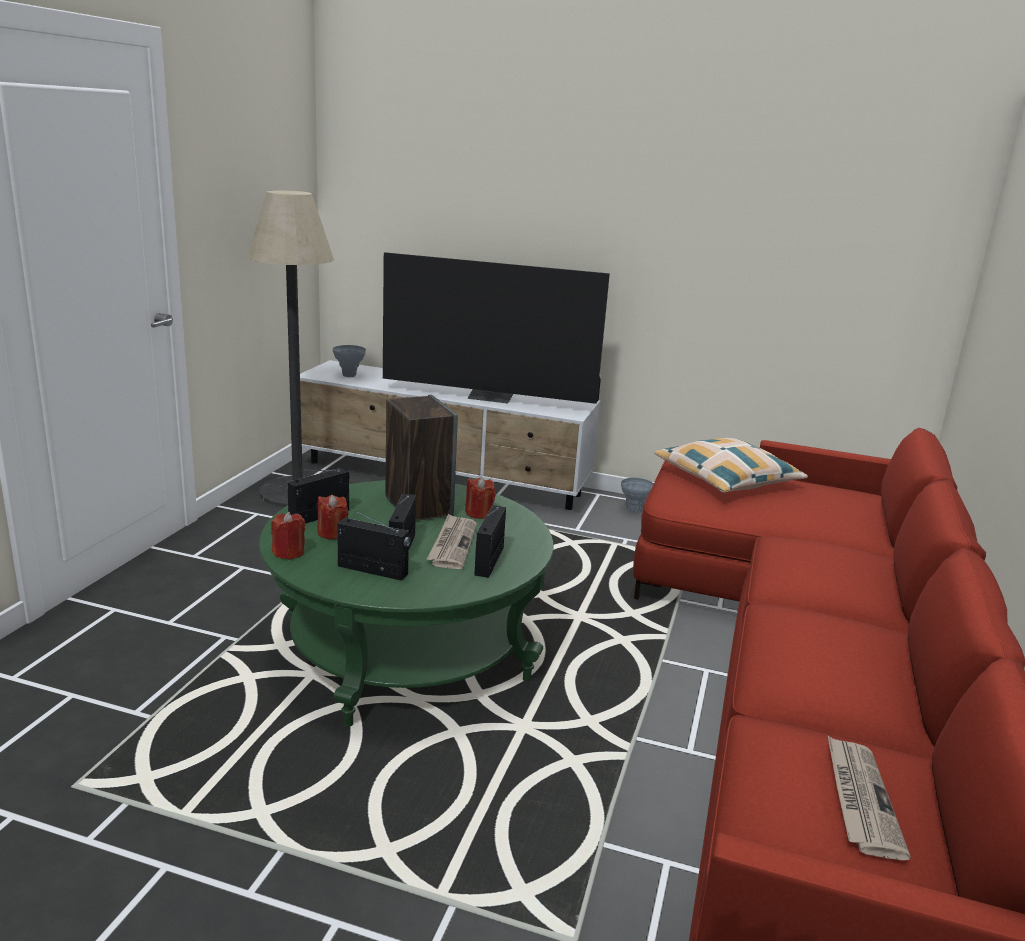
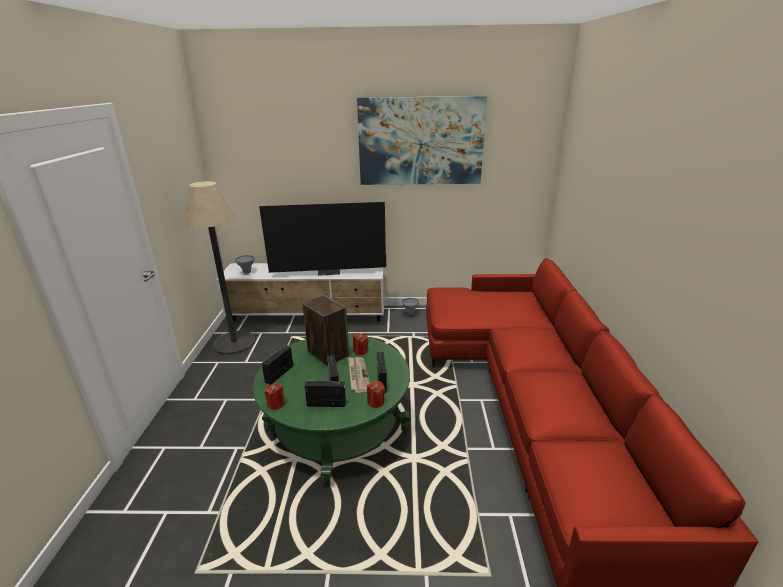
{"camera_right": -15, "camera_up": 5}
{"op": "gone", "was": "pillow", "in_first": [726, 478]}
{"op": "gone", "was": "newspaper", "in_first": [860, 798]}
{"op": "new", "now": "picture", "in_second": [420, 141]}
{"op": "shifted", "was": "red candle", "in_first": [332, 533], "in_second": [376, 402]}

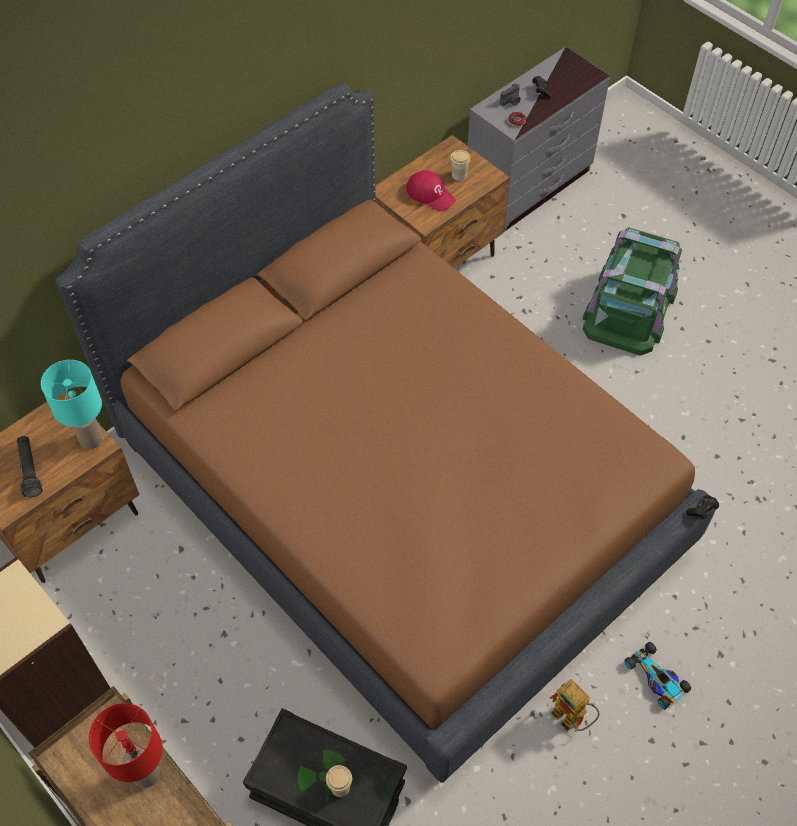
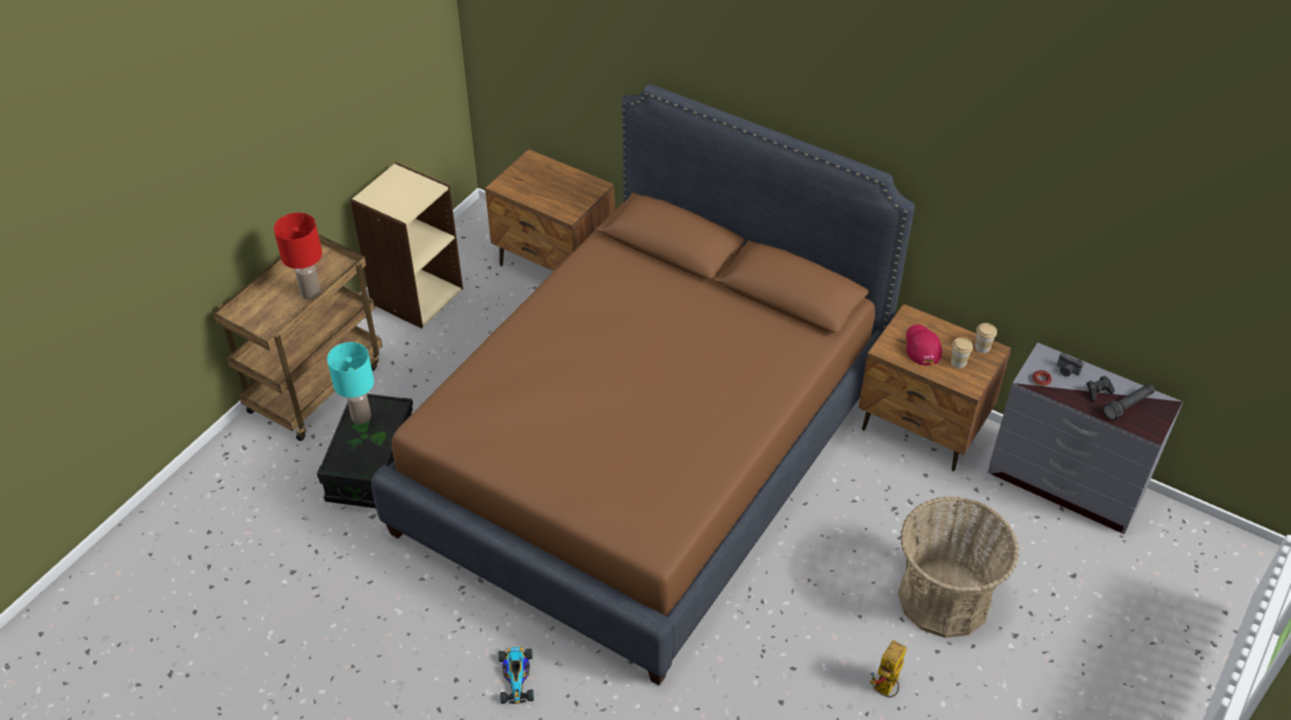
{"camera_right": 75, "camera_up": -10}
{"op": "gone", "was": "black game controller", "in_first": [701, 510]}
{"op": "shifted", "was": "black flashlight", "in_first": [30, 470], "in_second": [1128, 406]}
{"op": "shifted", "was": "turquoise table lamp", "in_first": [92, 438], "in_second": [361, 417]}
{"op": "shifted", "was": "cup", "in_first": [340, 787], "in_second": [982, 347]}
{"op": "shifted", "was": "toy robot", "in_first": [572, 719], "in_second": [885, 690]}
{"op": "swapped", "was": "green storage box", "now": "basket", "in_first": [629, 306], "in_second": [944, 598]}
{"op": "rotated", "was": "red cap", "in_first": [431, 194], "in_second": [921, 347], "clockwise": 150}
{"op": "rotated", "was": "toy car", "in_first": [657, 678], "in_second": [516, 677], "clockwise": 135}

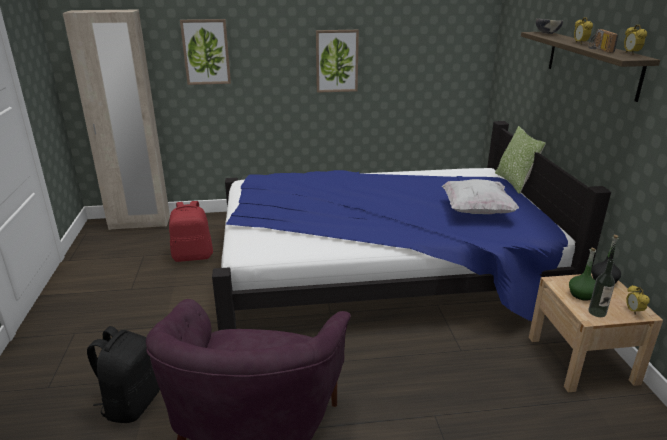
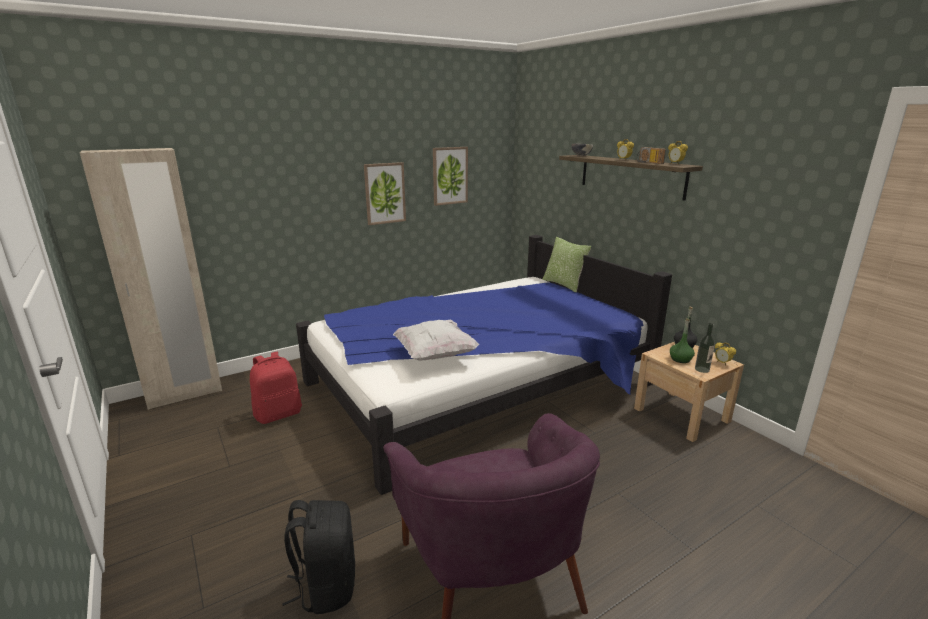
{"camera_right": -25, "camera_up": -5}
{"op": "shifted", "was": "picture", "in_first": [206, 52], "in_second": [450, 175]}
{"op": "shifted", "was": "white pillow", "in_first": [476, 211], "in_second": [435, 355]}

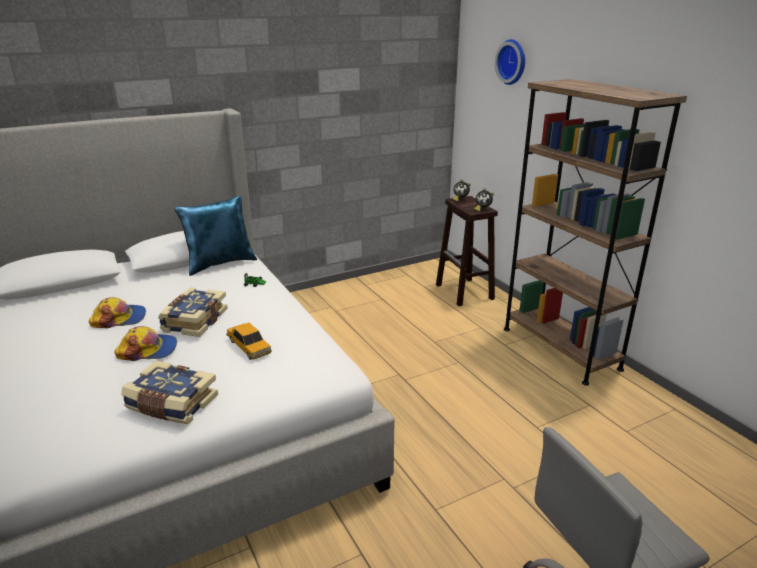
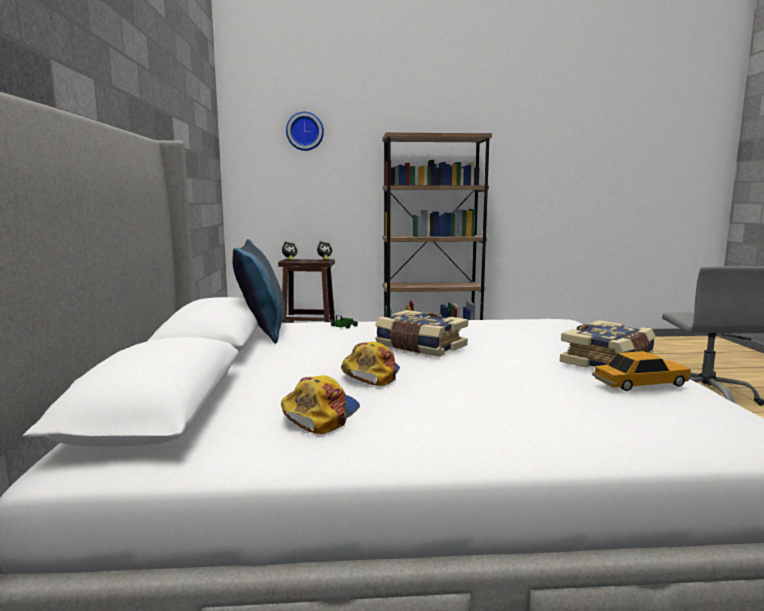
{"camera_right": -65, "camera_up": -15}
{"op": "shifted", "was": "cap", "in_first": [148, 350], "in_second": [320, 414]}
{"op": "shifted", "was": "toy car", "in_first": [249, 346], "in_second": [641, 383]}

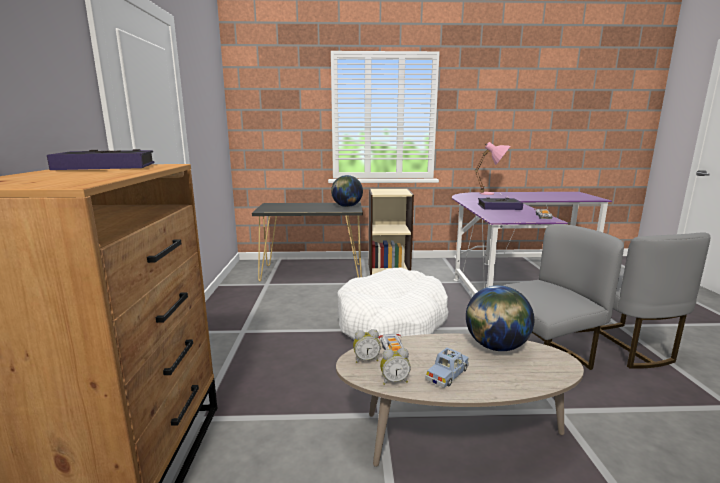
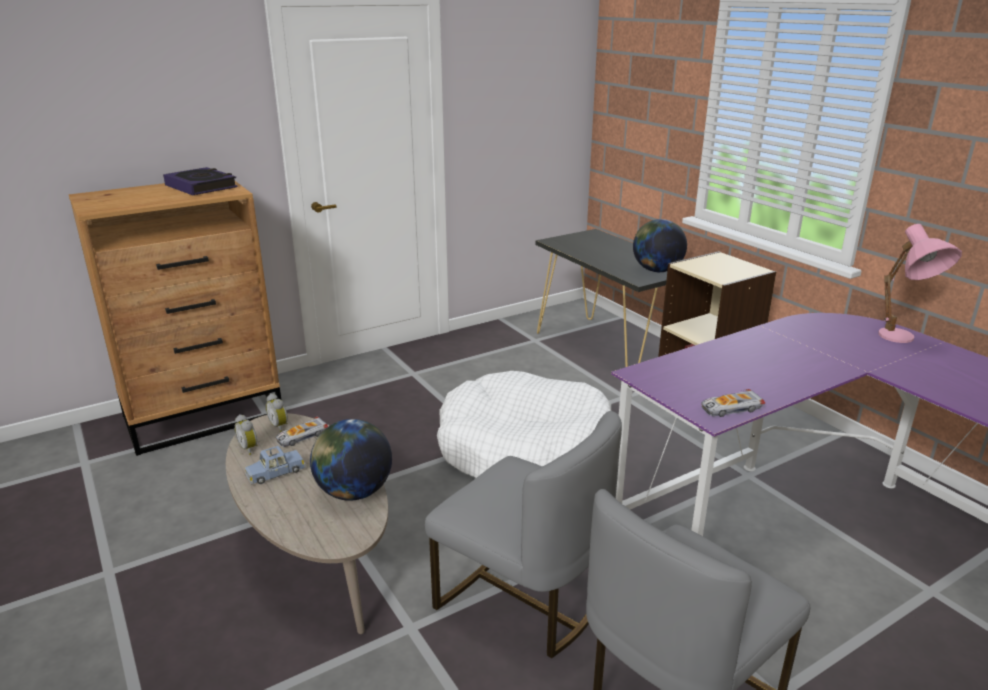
{"camera_right": 60, "camera_up": 10}
{"op": "gone", "was": "book", "in_first": [499, 207]}
{"op": "rotated", "was": "blue toy car", "in_first": [448, 374], "in_second": [276, 473], "clockwise": 135}

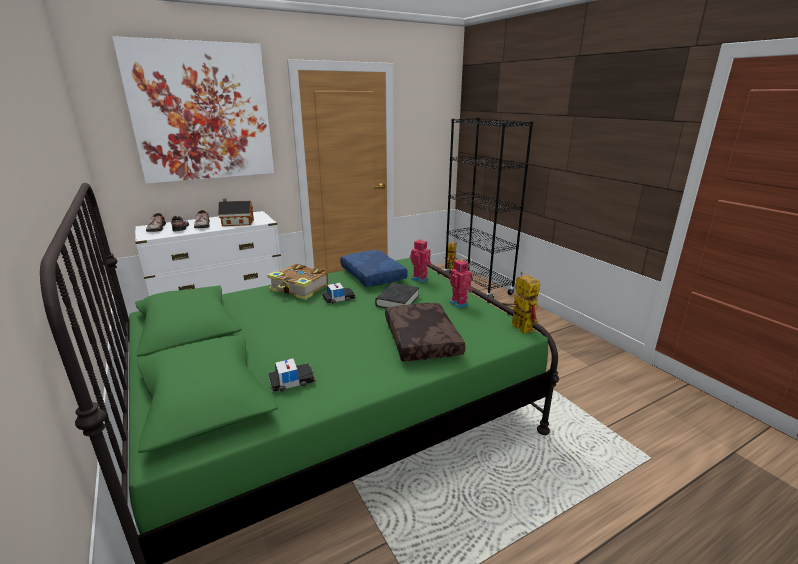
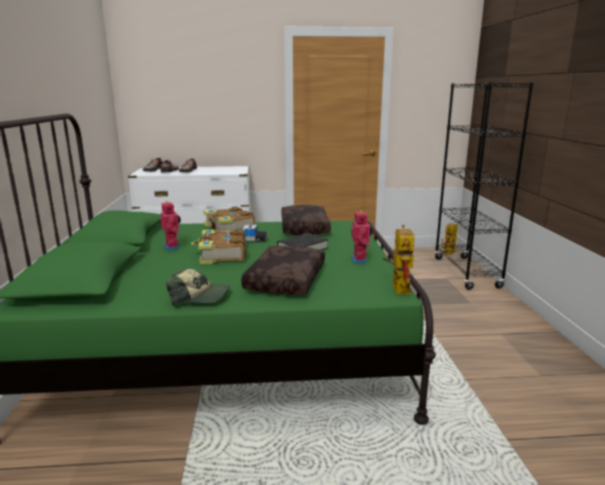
{"camera_right": 25, "camera_up": -5}
{"op": "gone", "was": "picture", "in_first": [202, 113]}
{"op": "gone", "was": "toy house", "in_first": [236, 223]}
{"op": "gone", "was": "toy car", "in_first": [292, 381]}
{"op": "new", "now": "cap", "in_second": [199, 296]}
{"op": "new", "now": "book", "in_second": [221, 255]}
{"op": "shifted", "was": "toy robot", "in_first": [420, 279], "in_second": [172, 247]}
{"op": "repainted", "was": "blue pillow", "now": "brown pillow", "in_first": [371, 275], "in_second": [303, 228]}

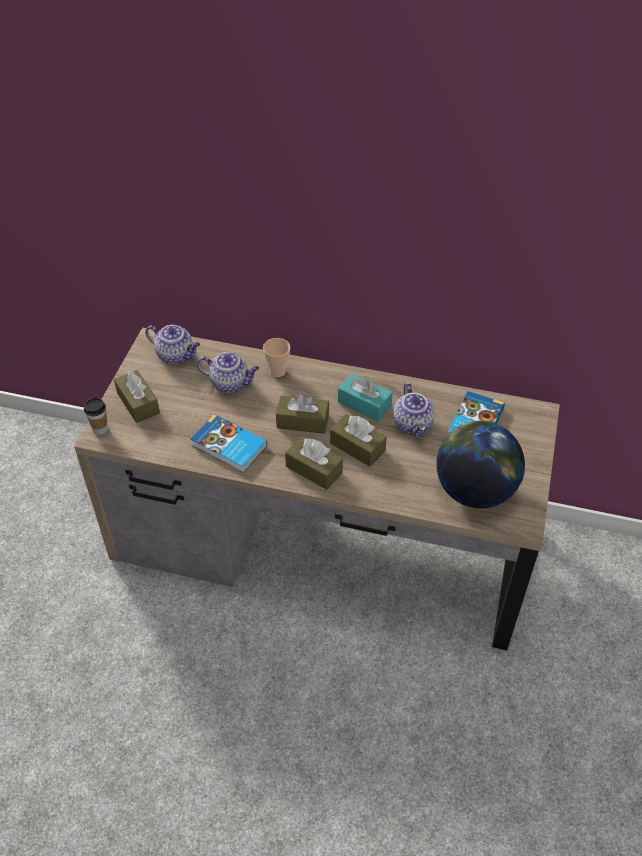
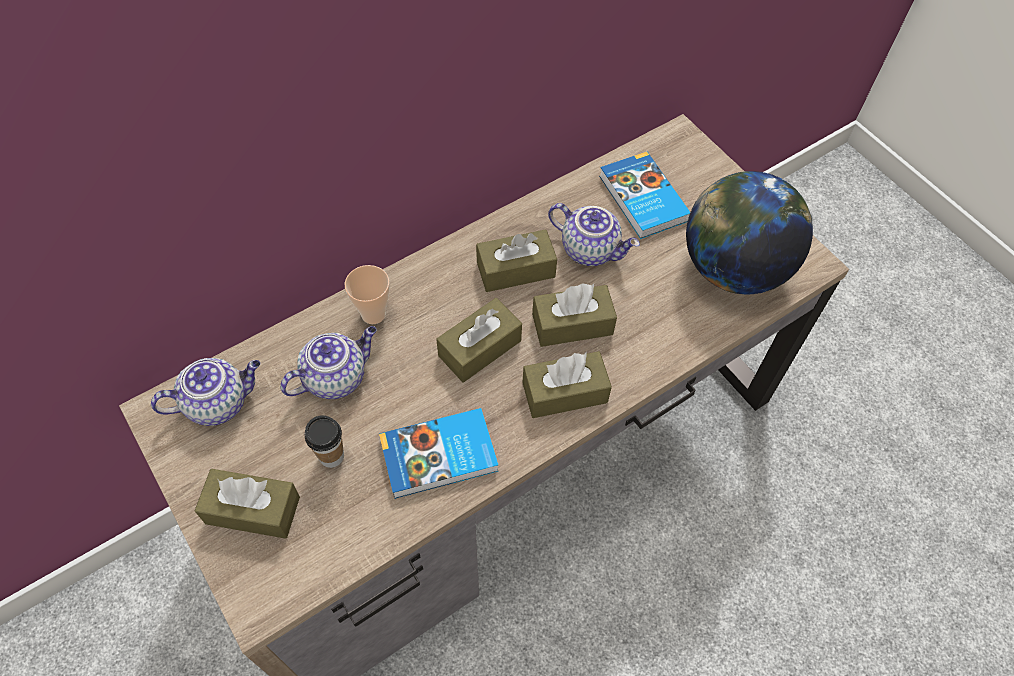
{"camera_right": -50, "camera_up": 10}
{"op": "shifted", "was": "cup", "in_first": [100, 429], "in_second": [331, 456]}
{"op": "repainted", "was": "turquoise tissue box", "now": "brown tissue box", "in_first": [364, 404], "in_second": [515, 270]}

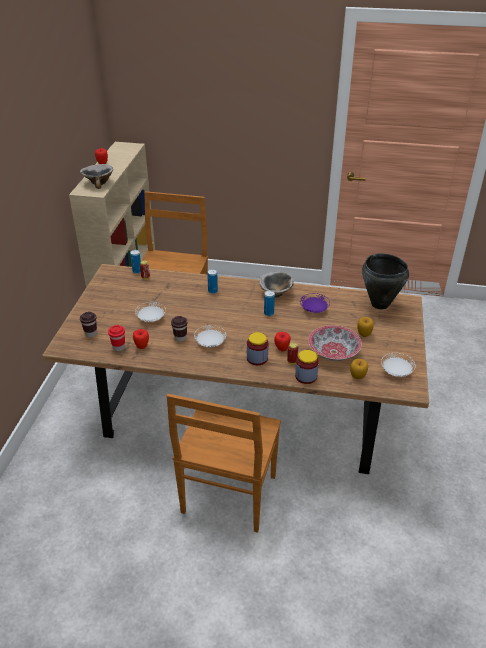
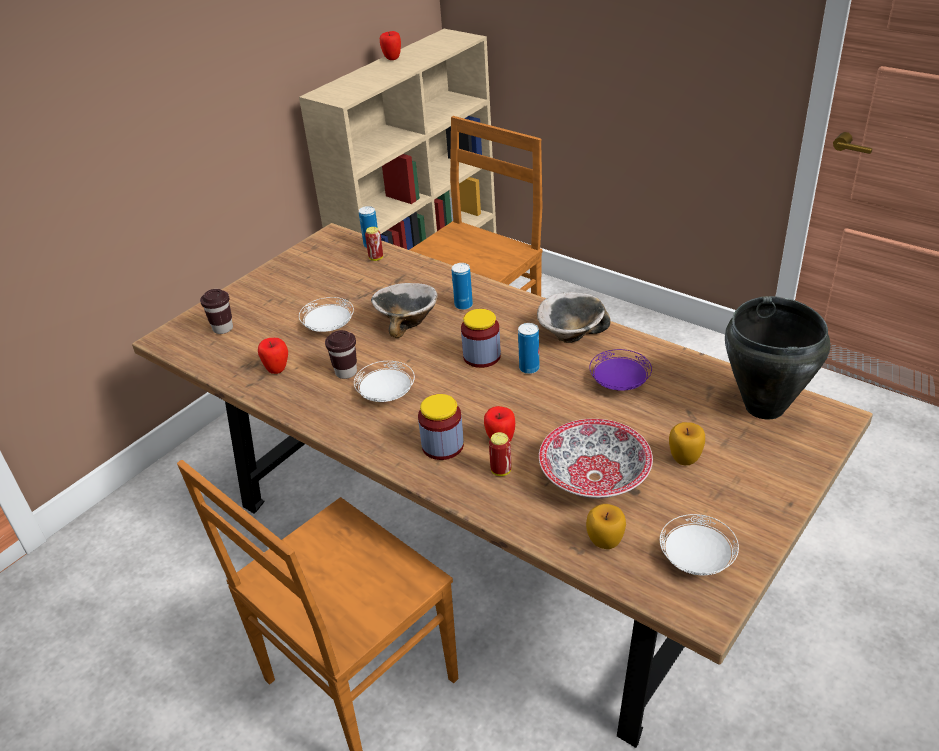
{"camera_right": 30, "camera_up": 0}
{"op": "gone", "was": "red cup", "in_first": [119, 347]}
{"op": "shifted", "was": "bowl", "in_first": [98, 183], "in_second": [407, 321]}
{"op": "shifted", "was": "jar", "in_first": [306, 376], "in_second": [482, 356]}

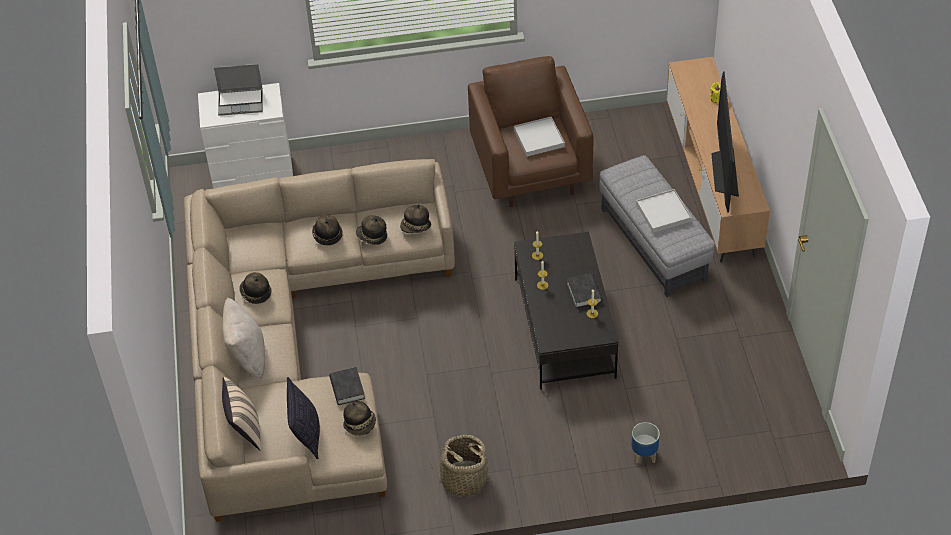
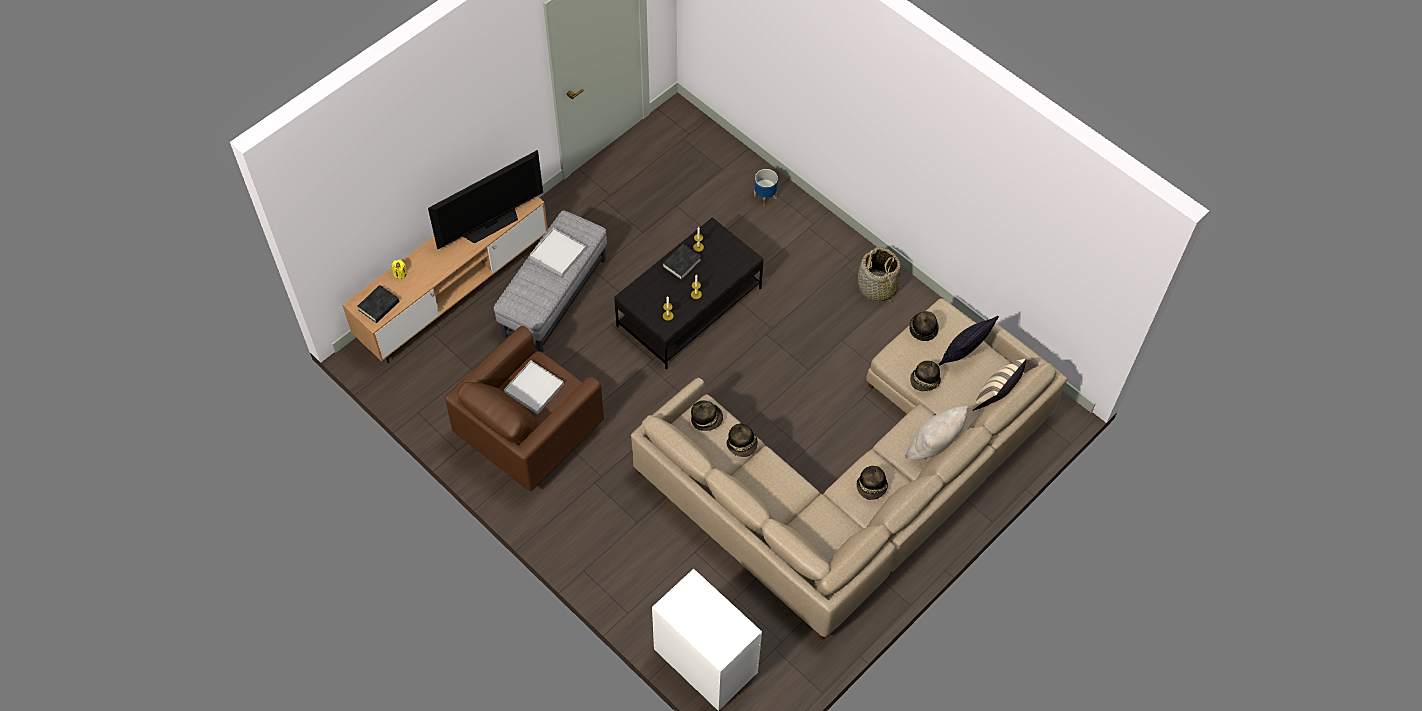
{"camera_right": -130, "camera_up": 10}
{"op": "gone", "was": "laptop", "in_first": [241, 102]}
{"op": "shifted", "was": "hat", "in_first": [327, 235], "in_second": [924, 381]}
{"op": "shifted", "was": "black book", "in_first": [347, 388], "in_second": [379, 306]}

